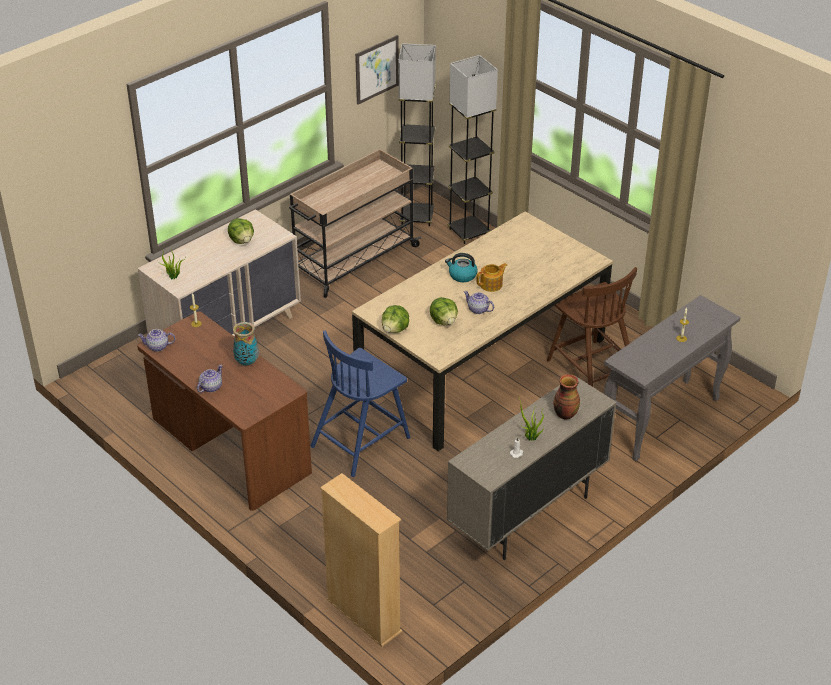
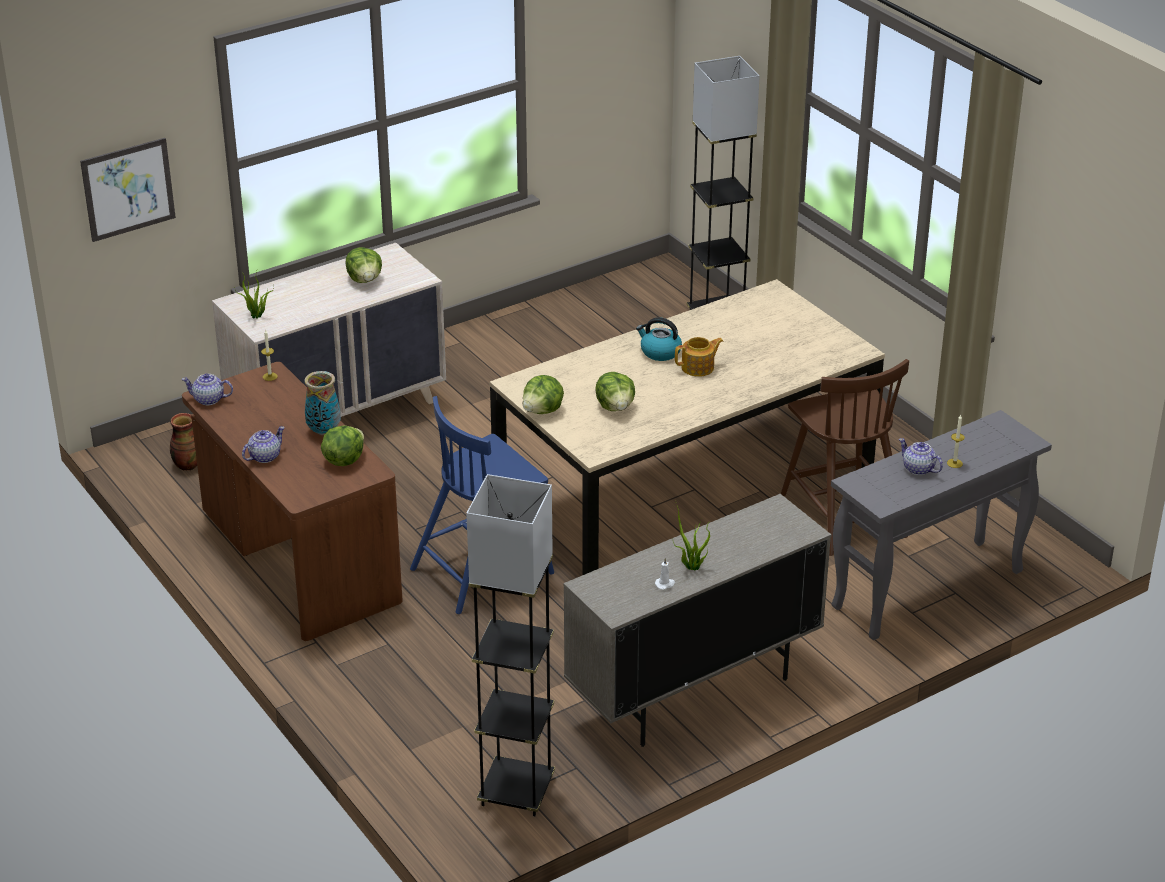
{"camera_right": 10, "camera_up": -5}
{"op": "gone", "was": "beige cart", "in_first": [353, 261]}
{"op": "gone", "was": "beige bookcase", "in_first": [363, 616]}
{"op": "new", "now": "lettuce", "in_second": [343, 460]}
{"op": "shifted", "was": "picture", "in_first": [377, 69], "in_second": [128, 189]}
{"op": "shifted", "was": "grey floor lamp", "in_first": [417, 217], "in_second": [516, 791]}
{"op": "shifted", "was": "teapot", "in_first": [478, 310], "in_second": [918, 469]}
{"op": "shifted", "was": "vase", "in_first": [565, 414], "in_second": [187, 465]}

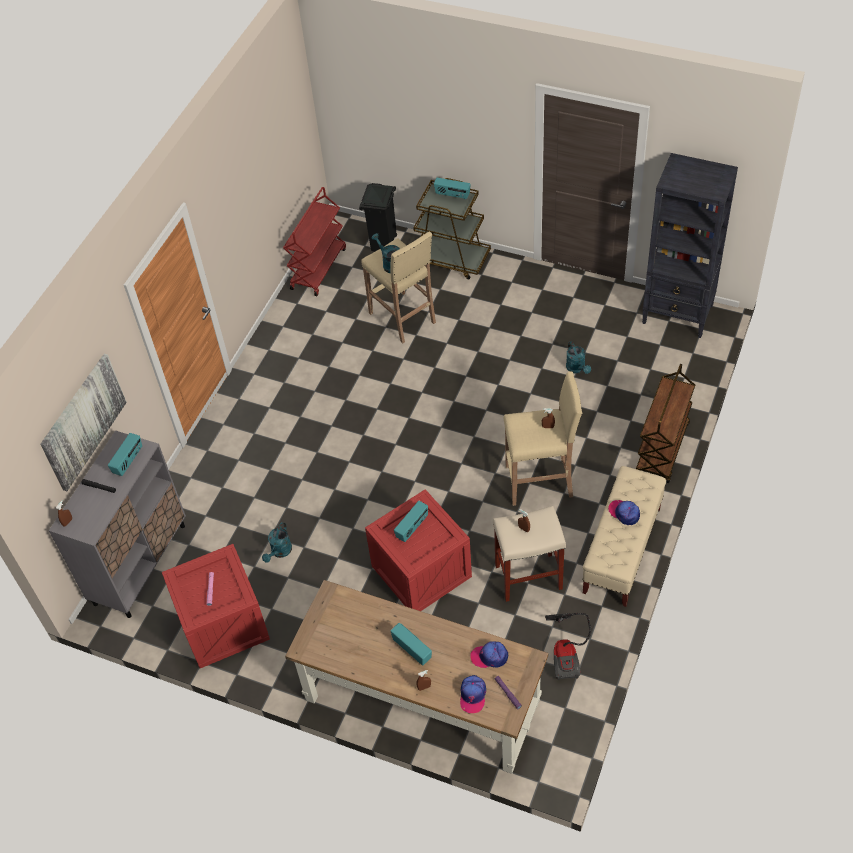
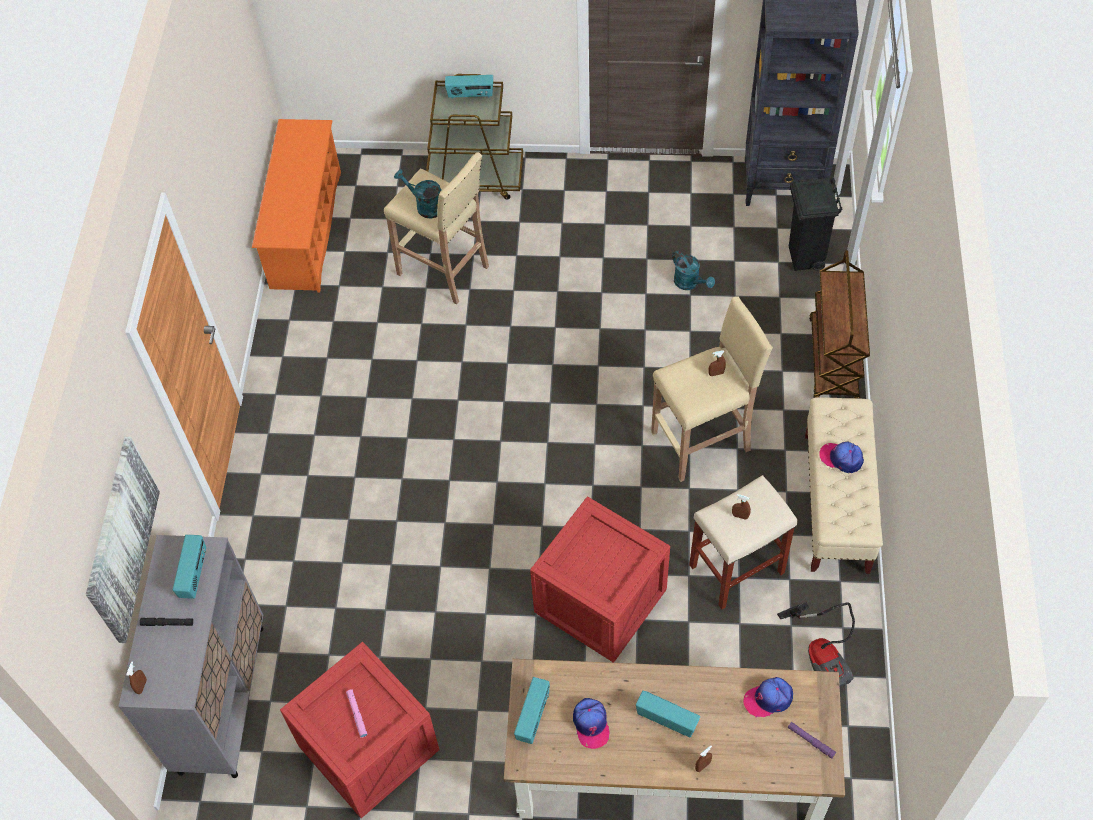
{"camera_right": -20, "camera_up": 5}
{"op": "gone", "was": "turquoise watering can", "in_first": [280, 552]}
{"op": "shifted", "was": "black trash can", "in_first": [383, 245], "in_second": [805, 258]}
{"op": "shifted", "was": "radio", "in_first": [412, 528], "in_second": [533, 717]}
{"op": "shifted", "was": "cap", "in_first": [472, 695], "in_second": [591, 724]}
{"op": "swapped", "was": "red cart", "now": "orange shoe rack", "in_first": [318, 268], "in_second": [306, 230]}

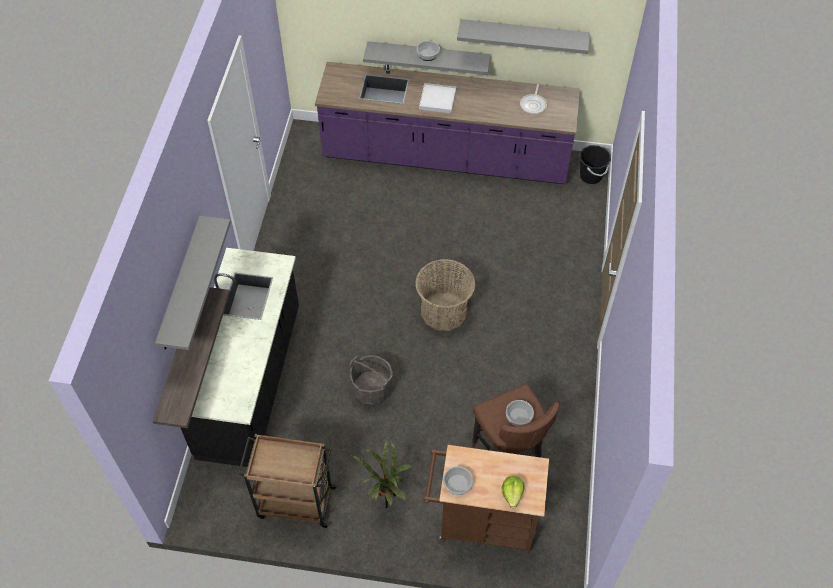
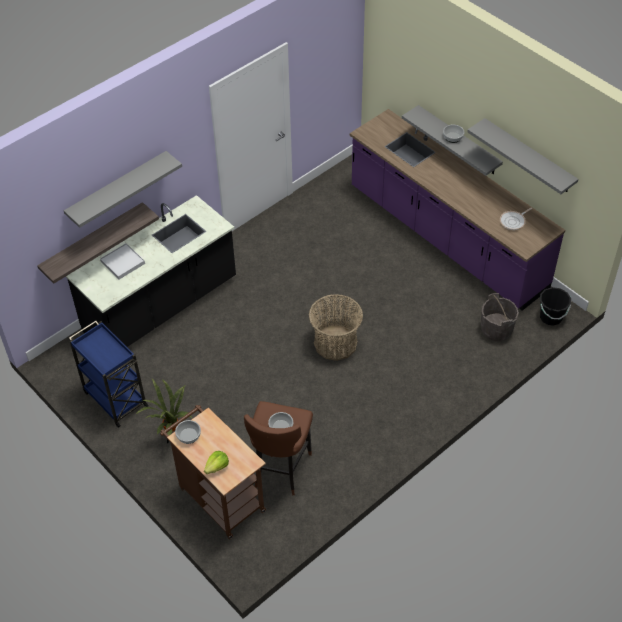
{"camera_right": 40, "camera_up": -5}
{"op": "shifted", "was": "grey bucket", "in_first": [372, 390], "in_second": [496, 329]}
{"op": "shifted", "was": "white tray", "in_first": [437, 100], "in_second": [122, 262]}
{"op": "repainted", "was": "brown cart", "now": "blue cart", "in_first": [295, 502], "in_second": [115, 398]}

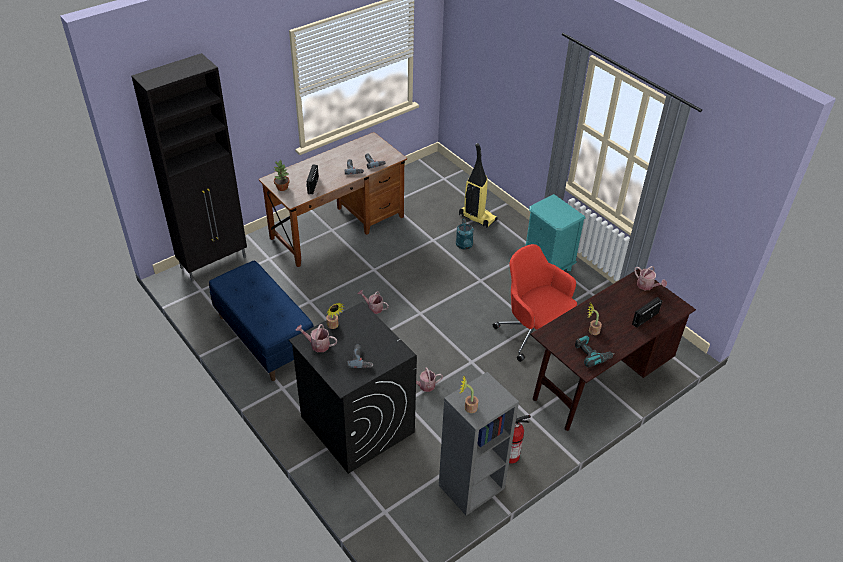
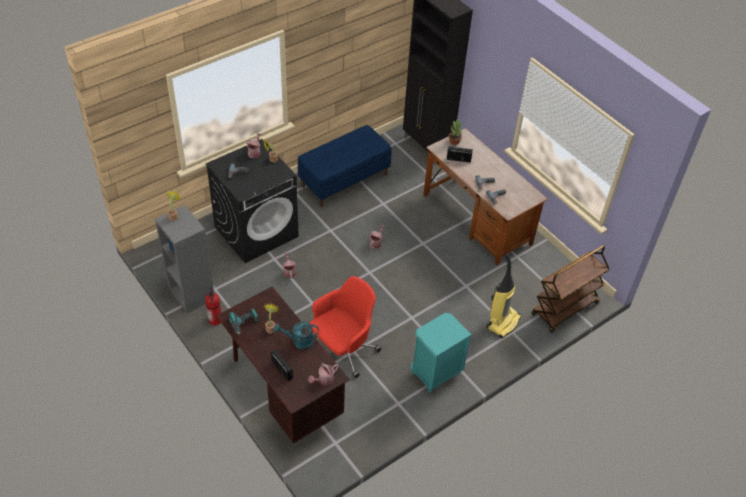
{"camera_right": 90, "camera_up": 5}
{"op": "new", "now": "brown cart", "in_second": [564, 309]}
{"op": "shifted", "was": "turquoise watering can", "in_first": [464, 246], "in_second": [299, 342]}

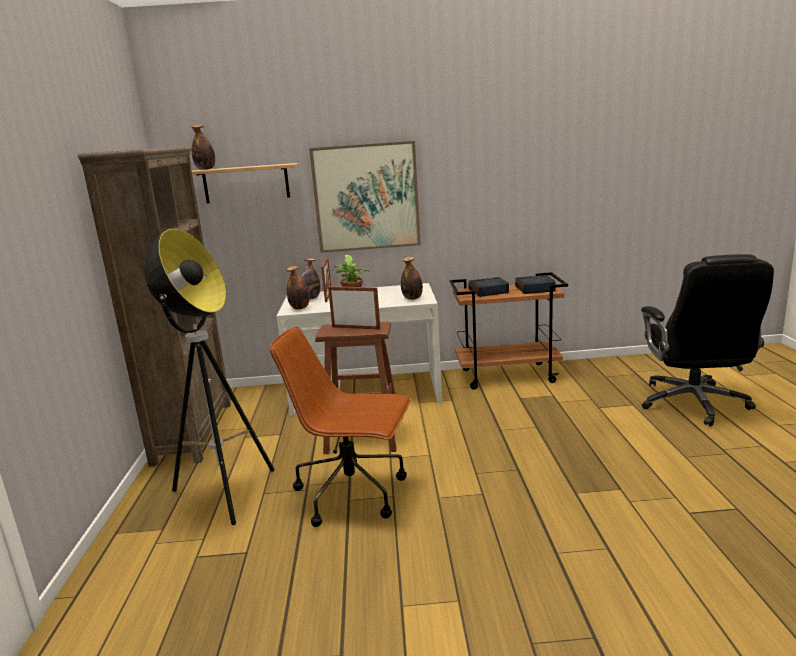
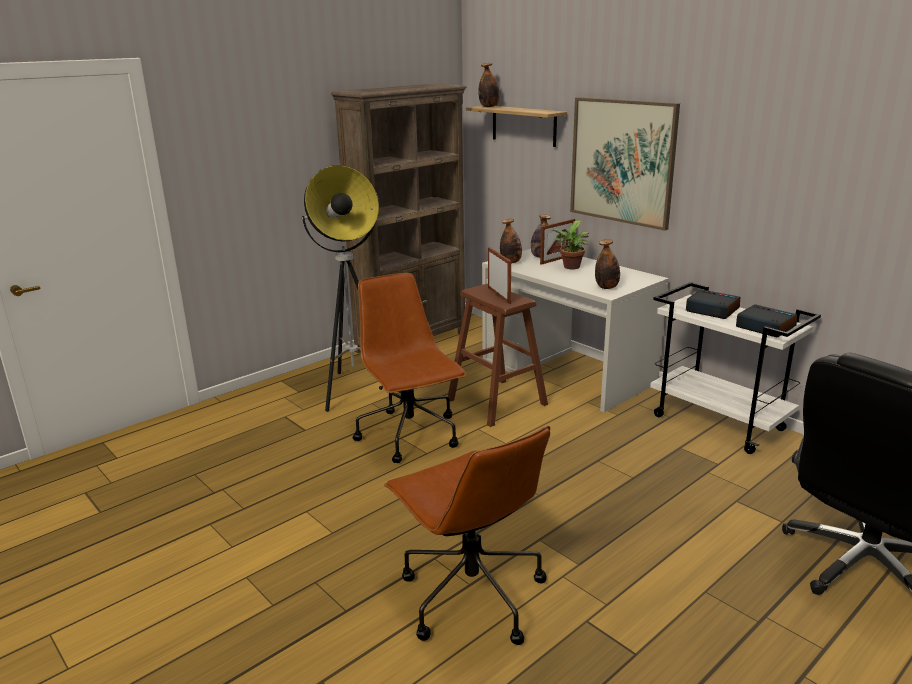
{"camera_right": 50, "camera_up": 5}
{"op": "new", "now": "brown office chair", "in_second": [470, 595]}
{"op": "repainted", "was": "brown cart", "now": "white cart", "in_first": [508, 376], "in_second": [719, 423]}

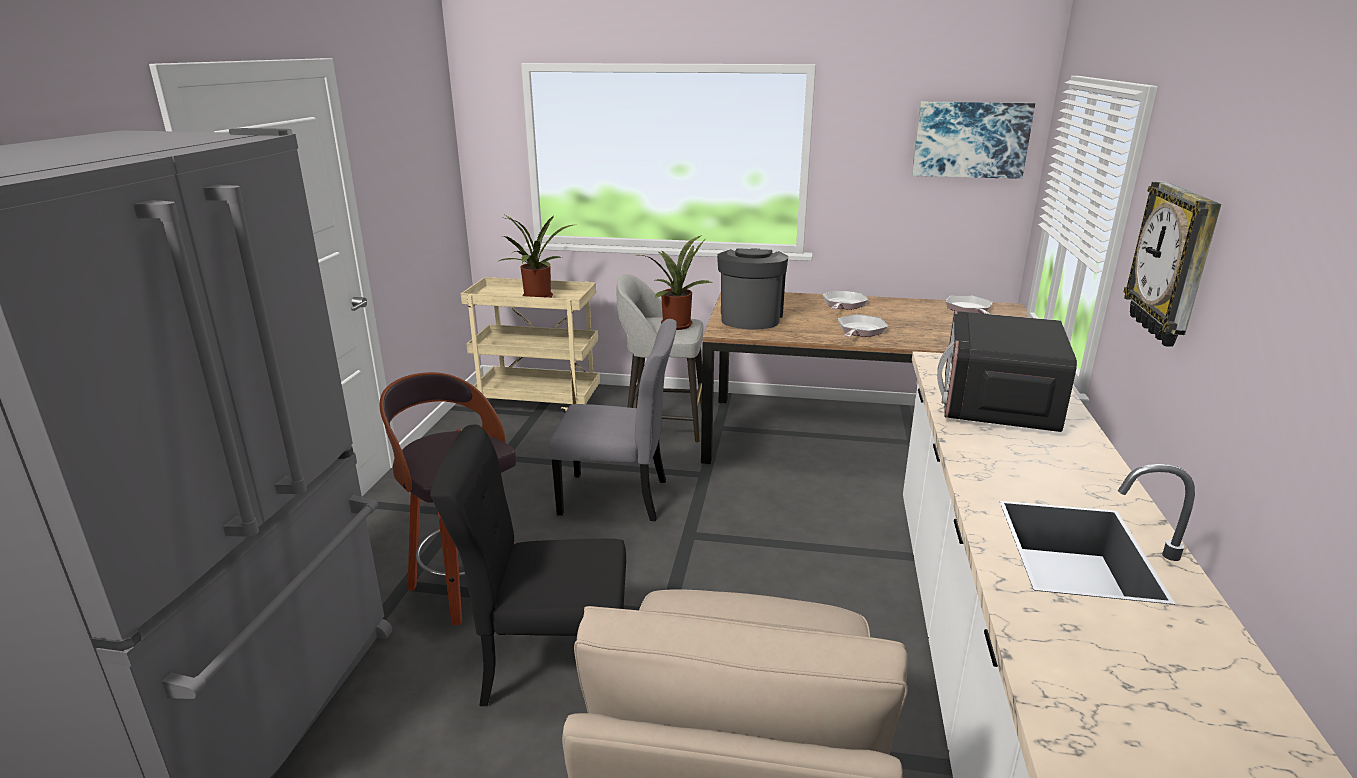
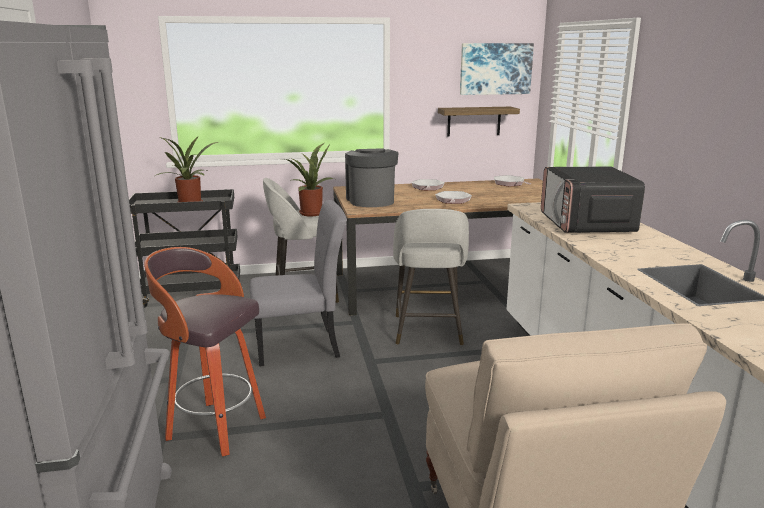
{"camera_right": -20, "camera_up": -5}
{"op": "gone", "was": "black chair", "in_first": [548, 664]}
{"op": "gone", "was": "wall clock", "in_first": [1174, 263]}
{"op": "new", "now": "grey stool", "in_second": [428, 331]}
{"op": "new", "now": "shelf", "in_second": [474, 121]}
{"op": "repainted", "was": "beige cart", "now": "black cart", "in_first": [540, 403], "in_second": [193, 294]}

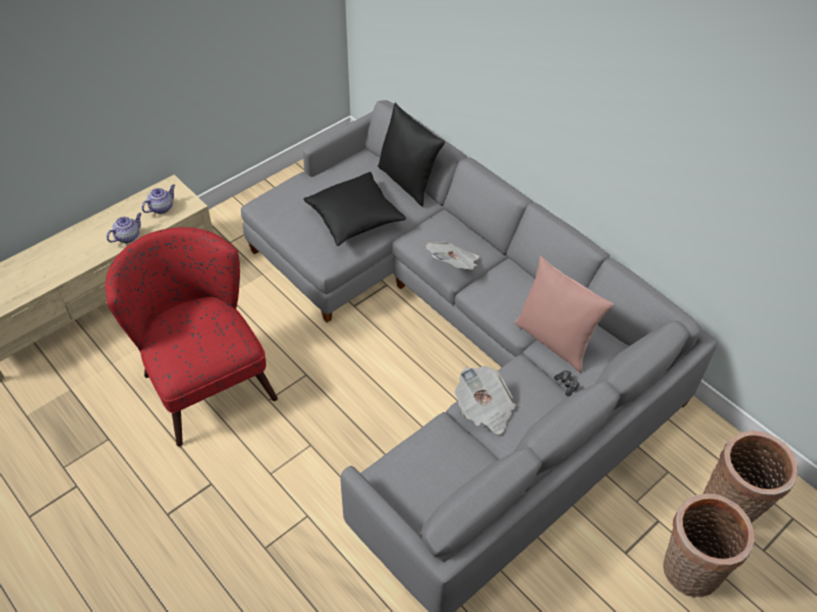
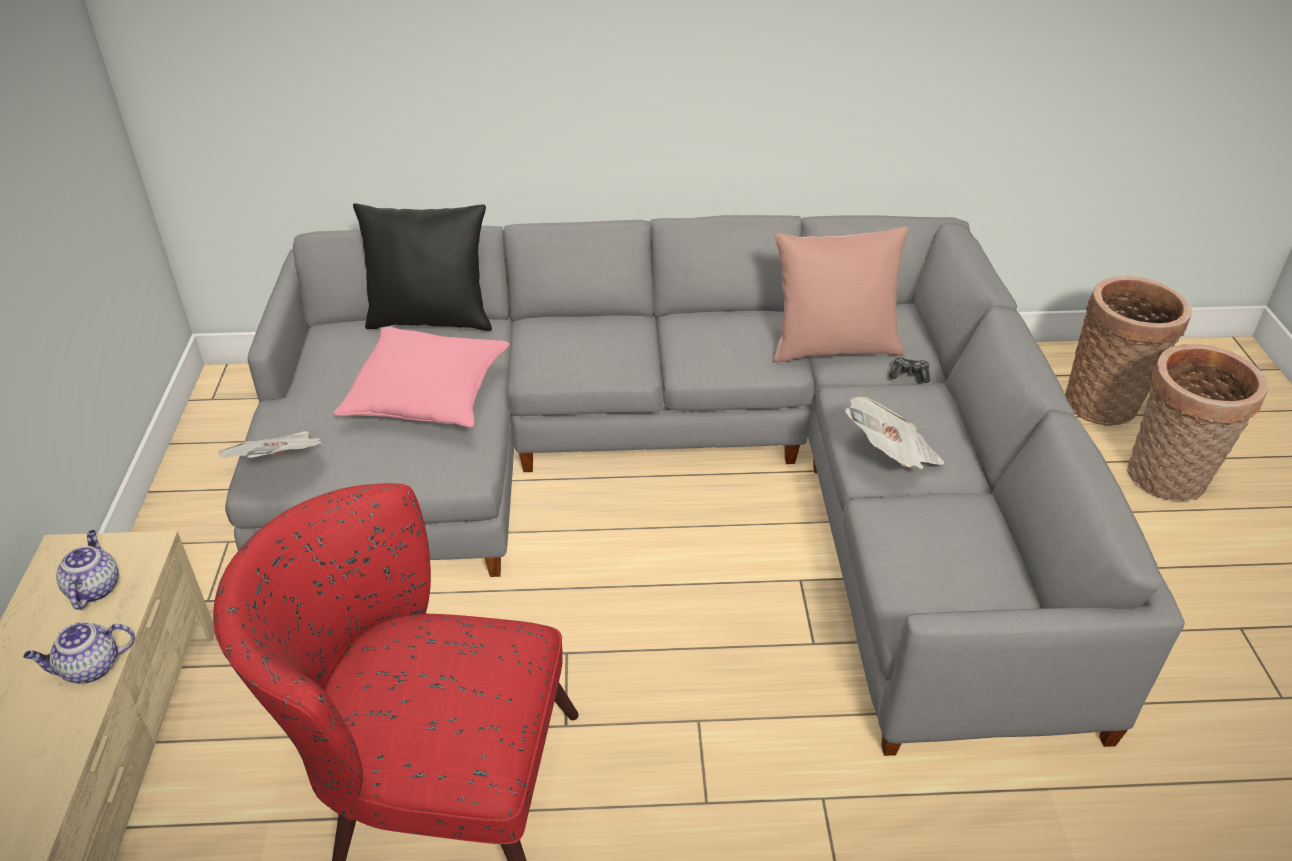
{"camera_right": -50, "camera_up": -10}
{"op": "shifted", "was": "newspaper", "in_first": [453, 265], "in_second": [280, 464]}
{"op": "repainted", "was": "black pillow", "now": "pink pillow", "in_first": [354, 218], "in_second": [428, 395]}
{"op": "rotated", "was": "teapot", "in_first": [128, 236], "in_second": [90, 668], "clockwise": -105}

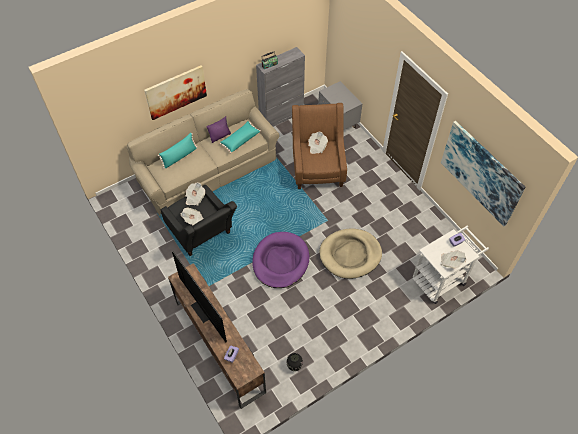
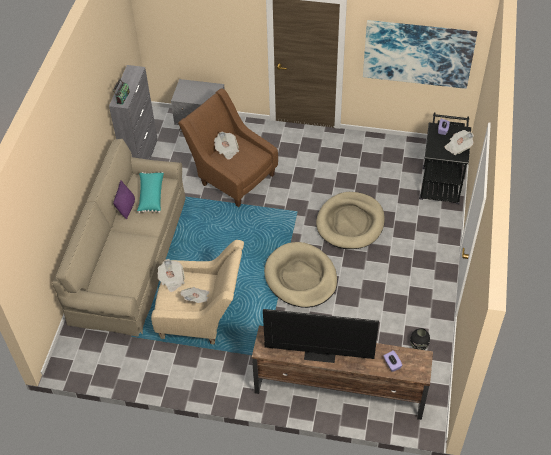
{"camera_right": -45, "camera_up": -5}
{"op": "gone", "was": "picture", "in_first": [176, 92]}
{"op": "gone", "was": "turquoise pillow", "in_first": [179, 157]}
{"op": "repainted", "was": "black armchair", "now": "beige armchair", "in_first": [202, 235], "in_second": [202, 316]}
{"op": "repainted", "was": "purple dog bed", "now": "beige dog bed", "in_first": [280, 261], "in_second": [301, 277]}
{"op": "repainted", "was": "white cart", "now": "black cart", "in_first": [442, 279], "in_second": [440, 181]}

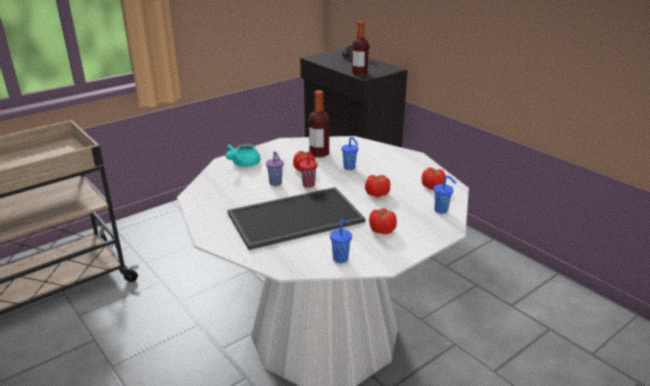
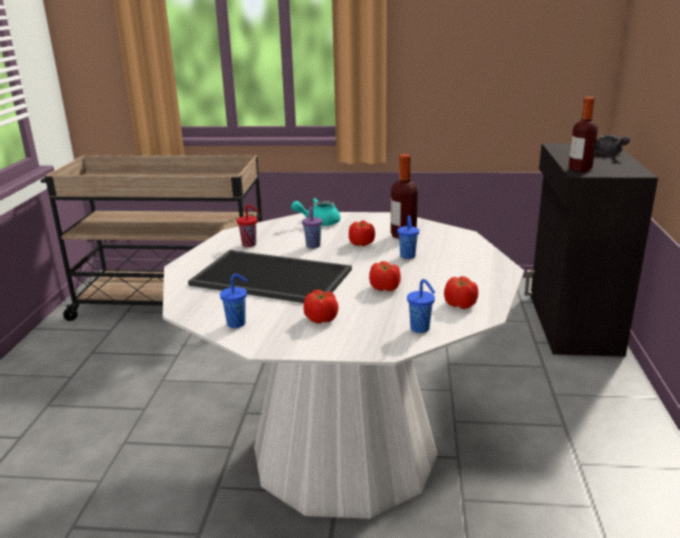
{"camera_right": 45, "camera_up": -5}
{"op": "shifted", "was": "red cup", "in_first": [309, 184], "in_second": [250, 244]}

